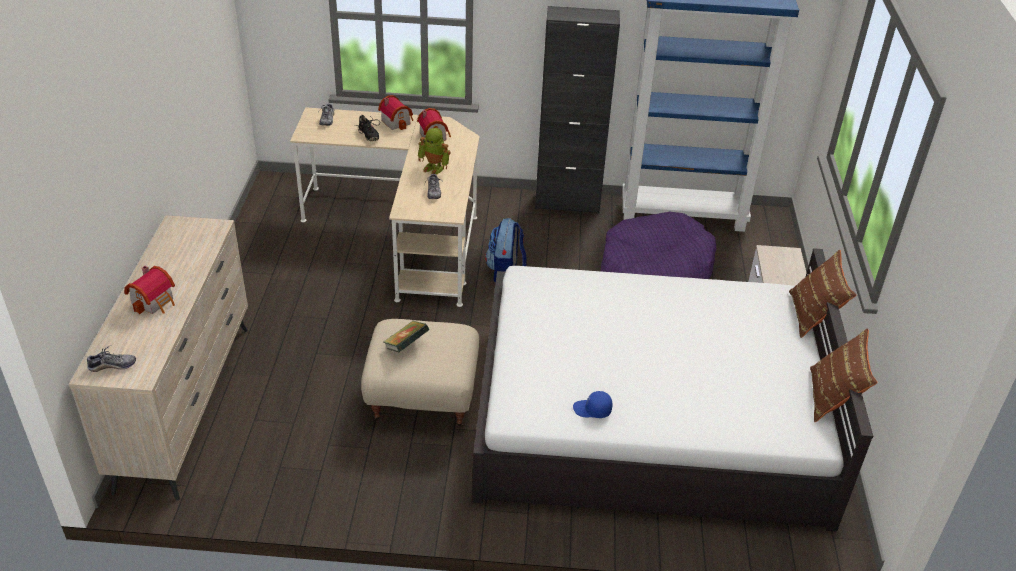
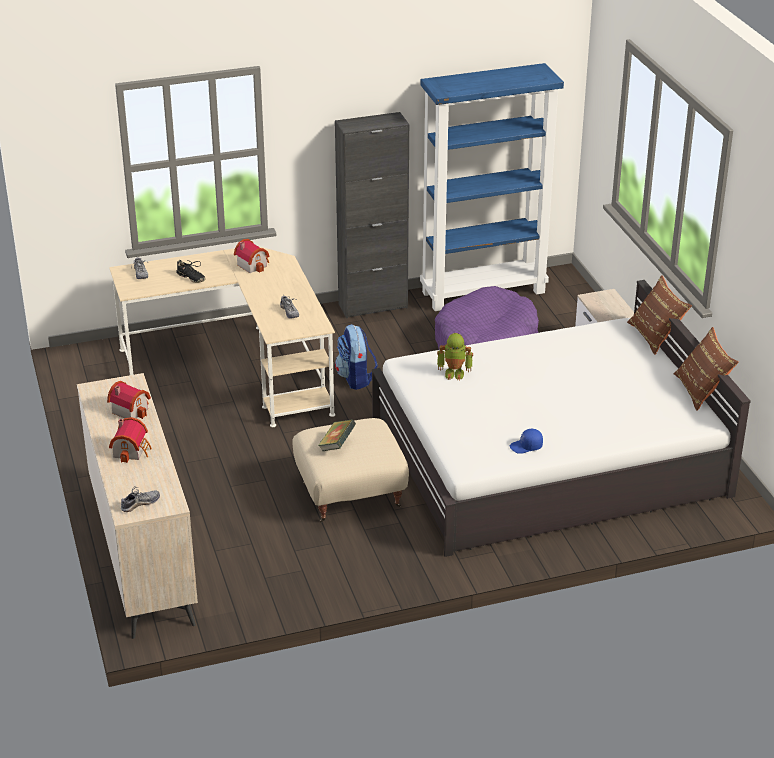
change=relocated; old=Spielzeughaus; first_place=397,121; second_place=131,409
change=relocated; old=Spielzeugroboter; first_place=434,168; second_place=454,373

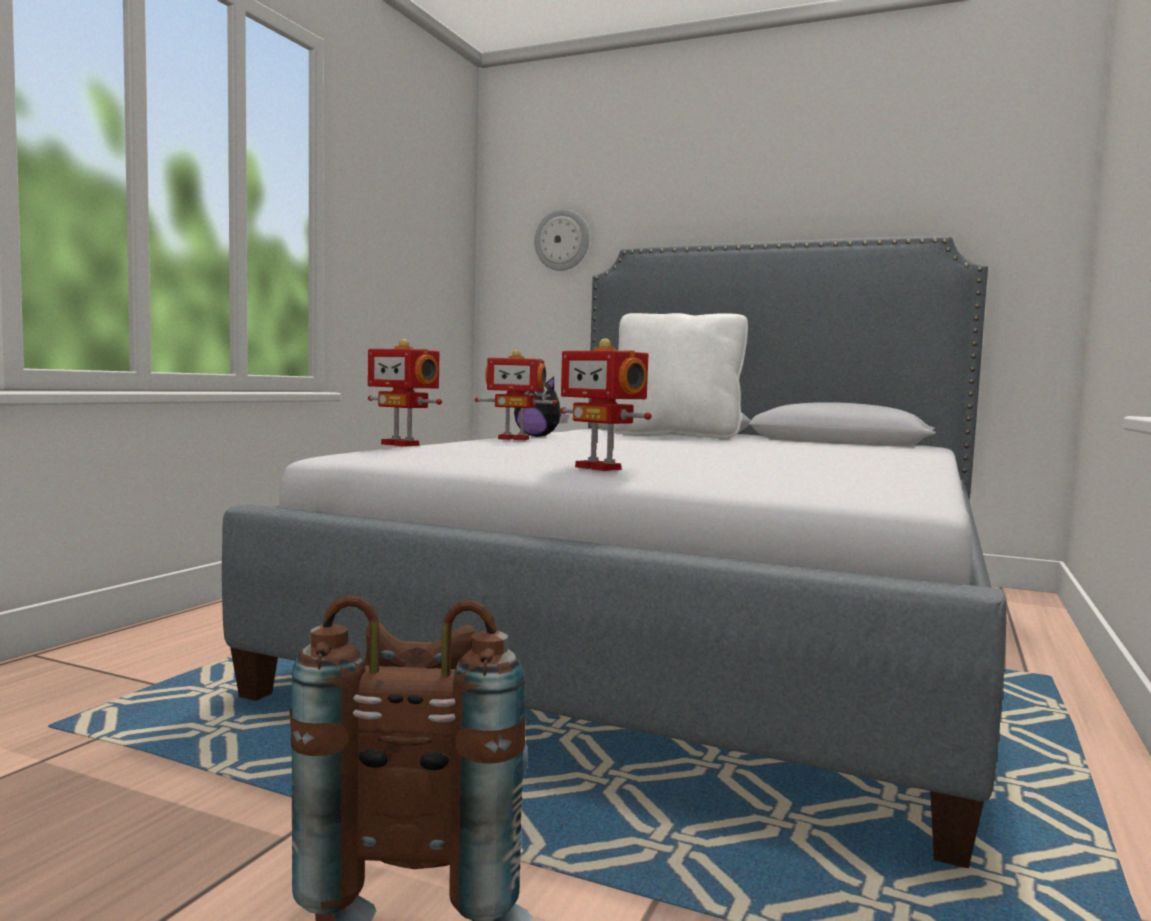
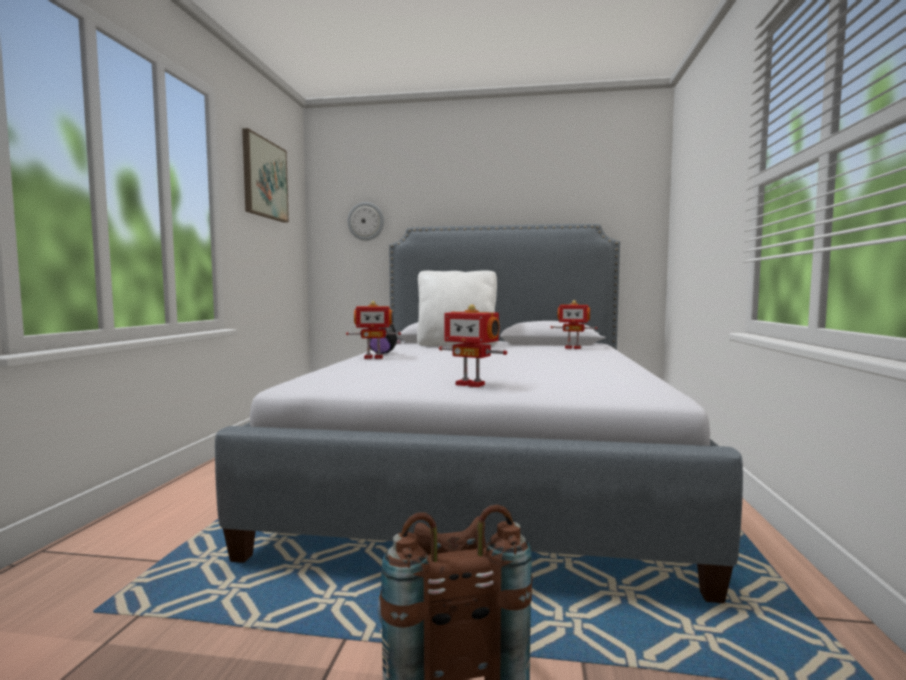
change=appeared; new=Bild; second_place=264,179
change=relocated; old=Spielzeugroboter; first_place=402,444; second_place=573,348

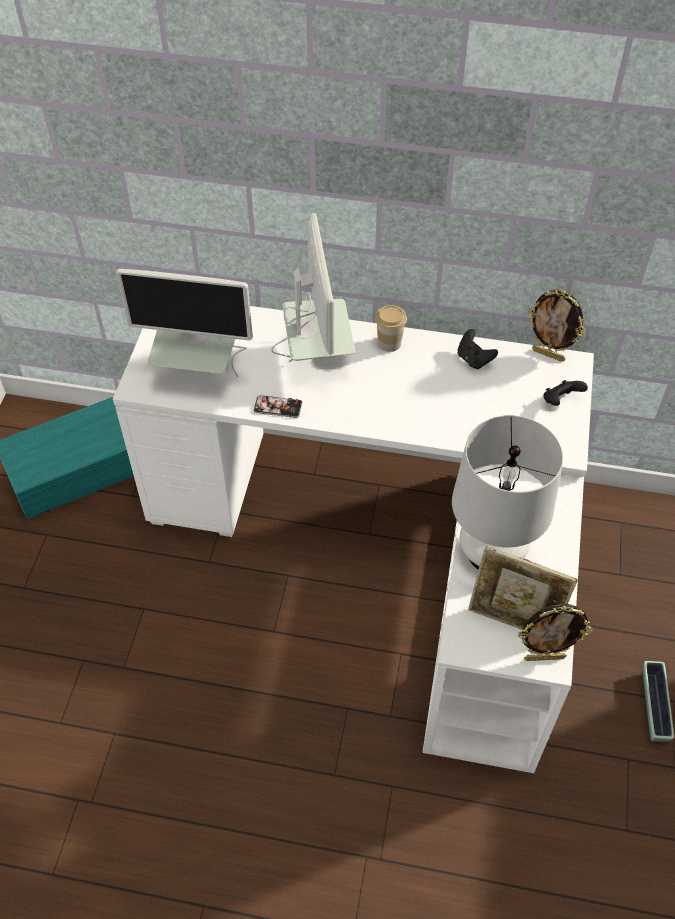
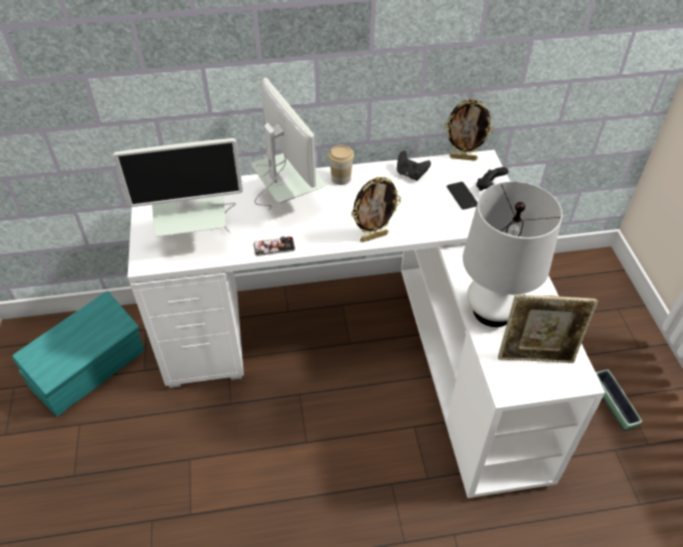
change=appeared; new=Handy; second_place=462,196
change=relocated; old=Bilderrahmen; first_place=544,657; second_place=373,237

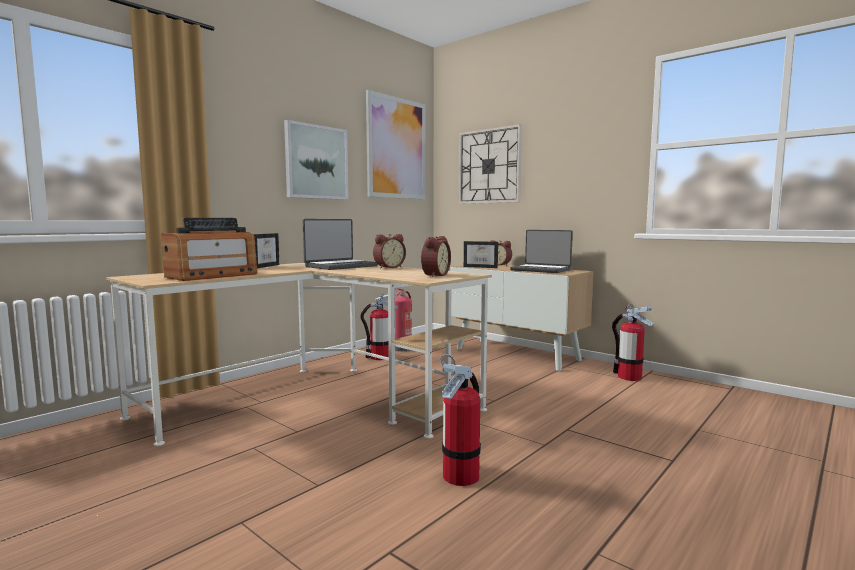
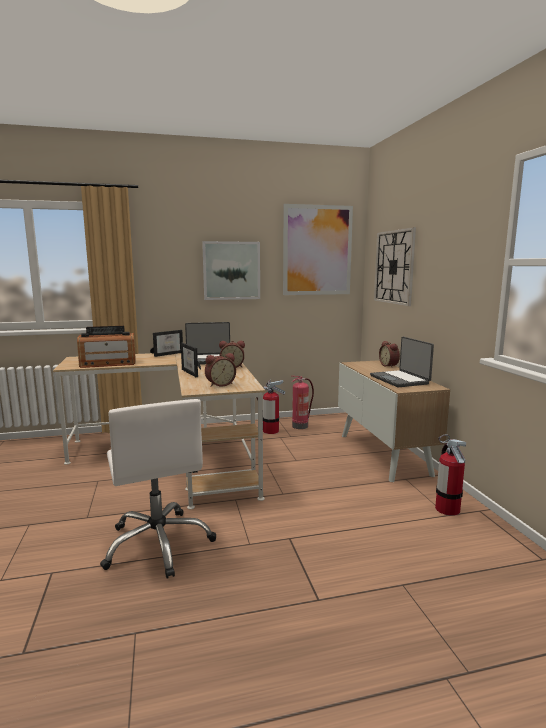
change=relocated; old=Bilderrahmen; first_place=482,267; second_place=193,373
change=exchanged; old=Feuerlöscher; new=Bürostuhl (weiß); first_place=461,476; second_place=159,544

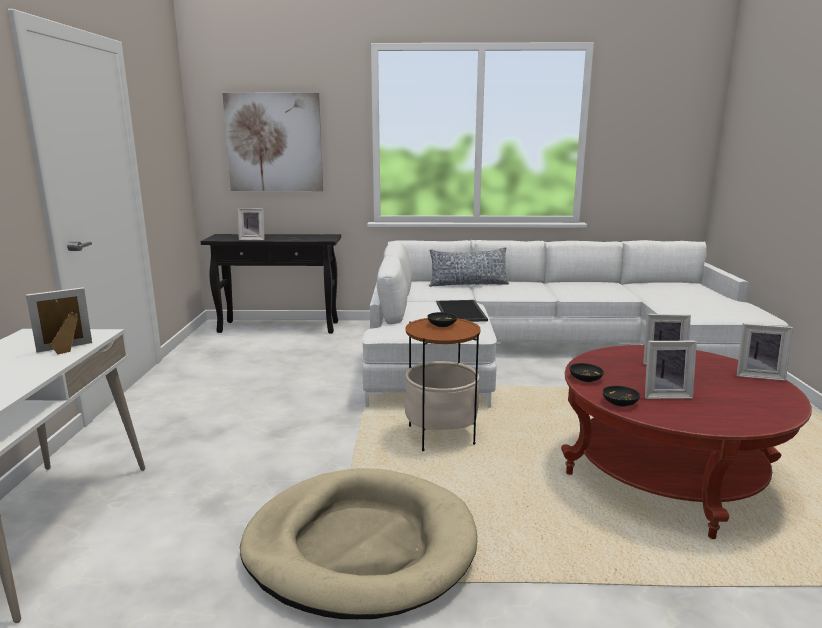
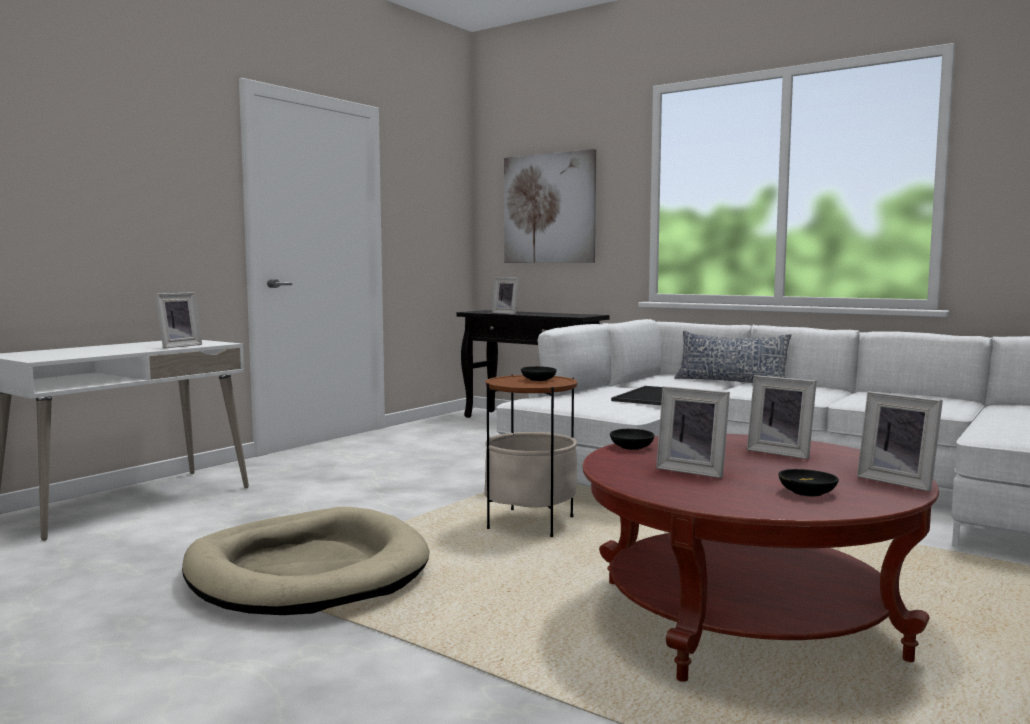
change=relocated; old=Schüssel (schwarz); first_place=619,402; second_place=807,492
change=spun; old=Bilderrahmen; first_place=66,349; second_place=177,346; degrees=120

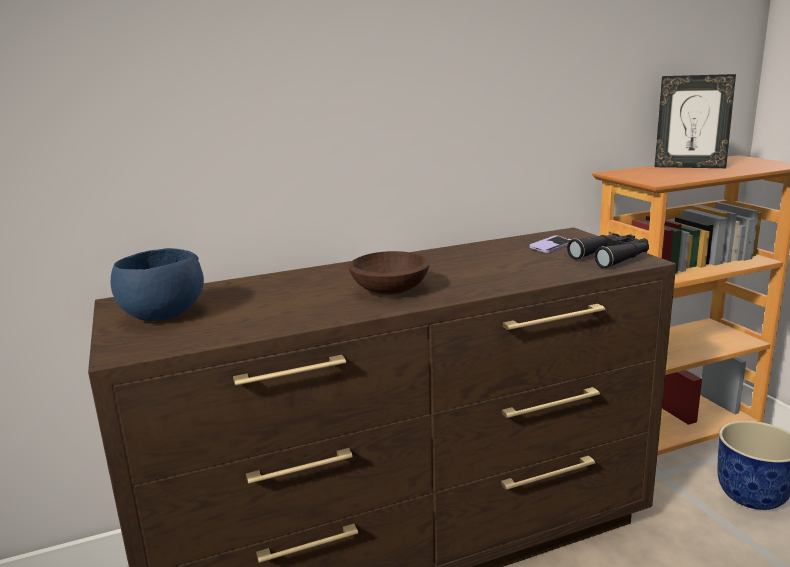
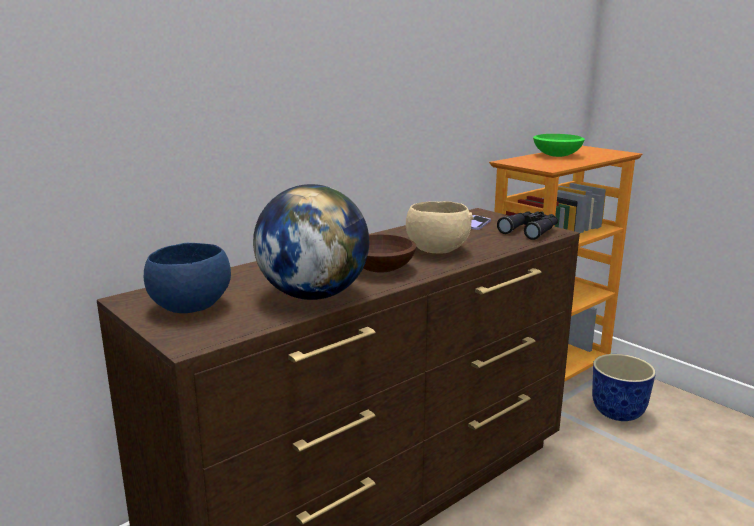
change=appeared; new=Globus; second_place=313,295
change=appeared; new=Schüssel (beige); second_place=436,250
change=exchanged; old=Bilderrahmen; new=Schüssel (grün); first_place=689,166; second_place=557,155

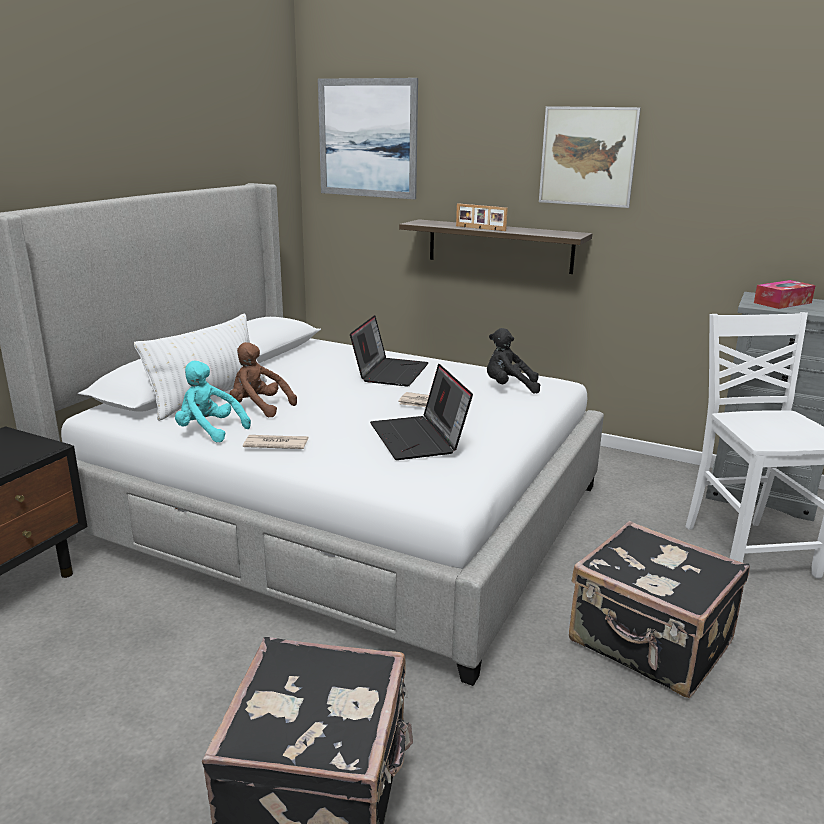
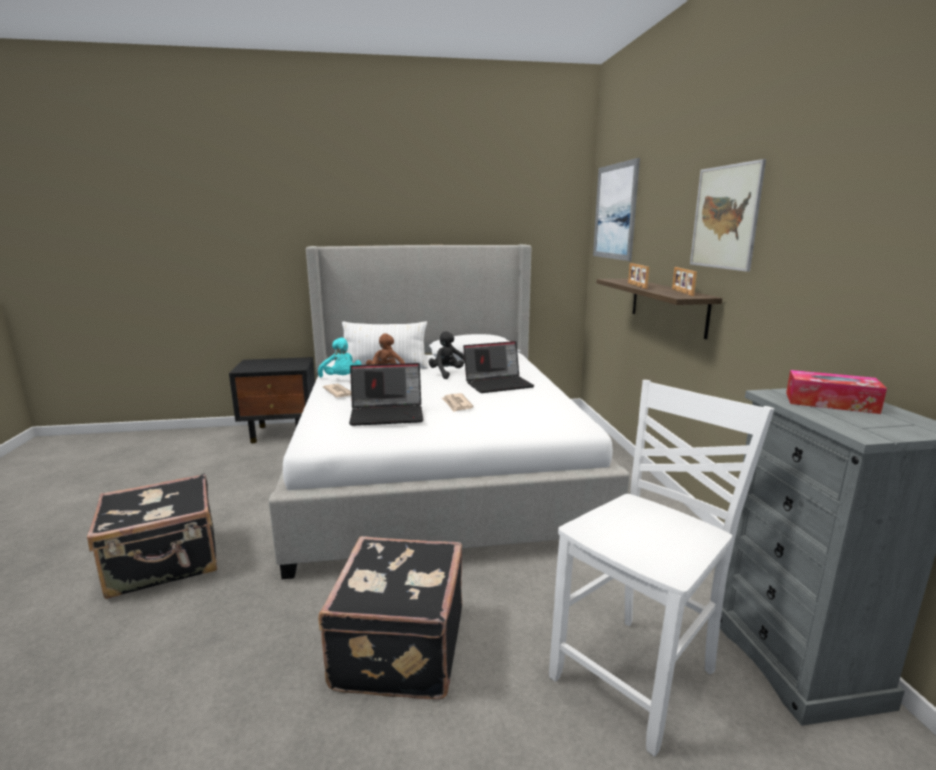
change=appeared; new=Bilderrahmen; second_place=681,292
change=relocated; old=Plüschtier (schwarz); first_place=509,387; second_place=448,374
change=spun; old=Plüschtier (türkis); first_place=209,431; second_place=341,379; degrees=150
change=spun; old=Laptop; first_place=419,439; second_place=388,414; degrees=-135

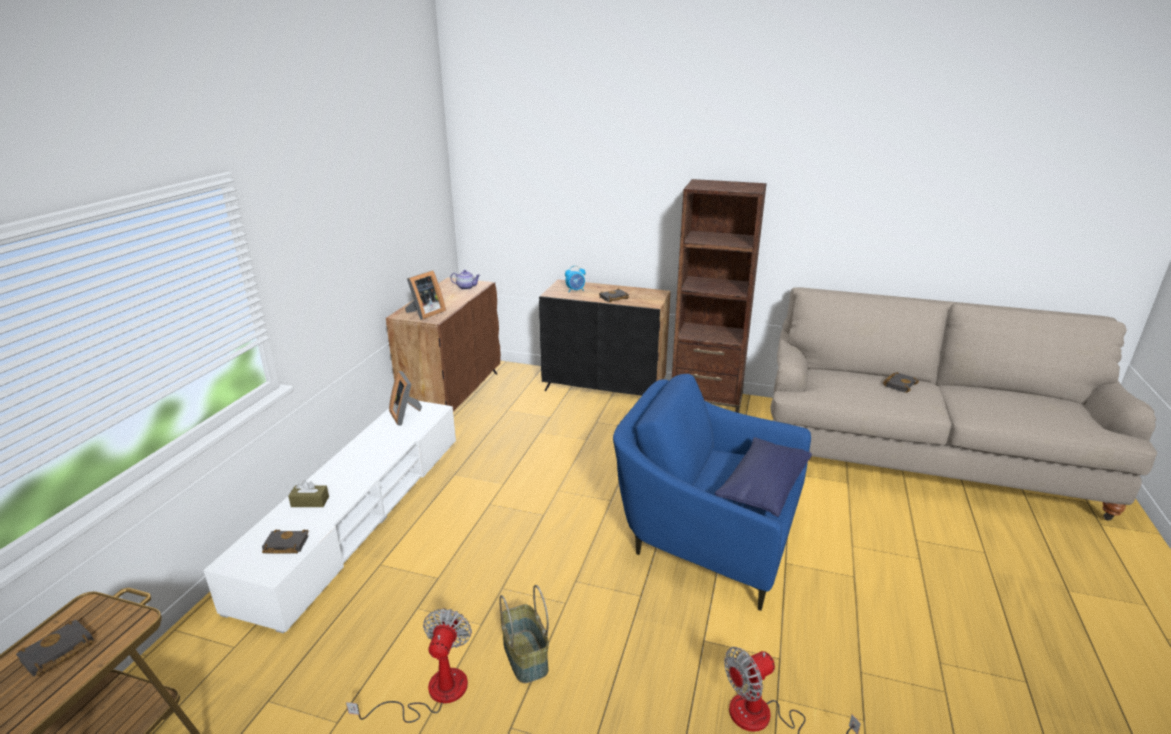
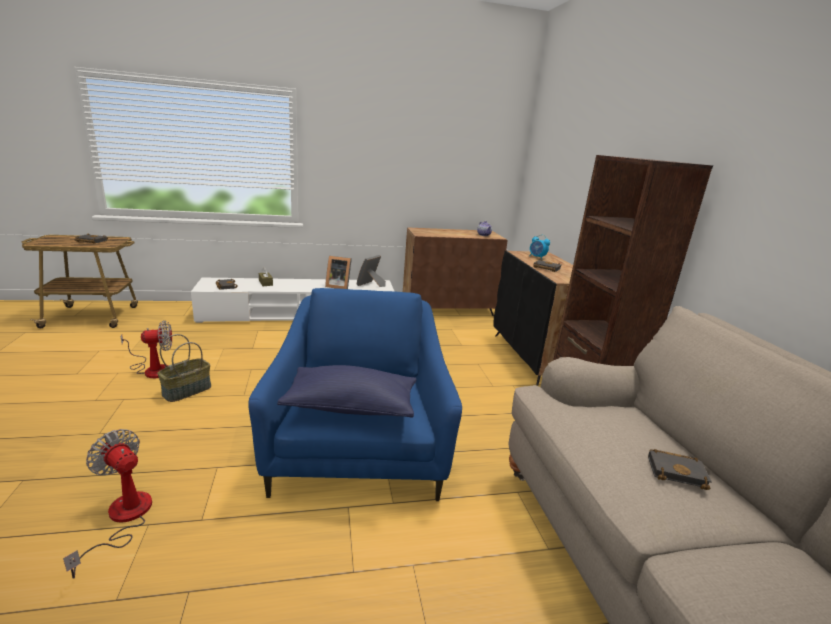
change=relocated; old=Bilderrahmen; first_place=425,313; second_place=338,286

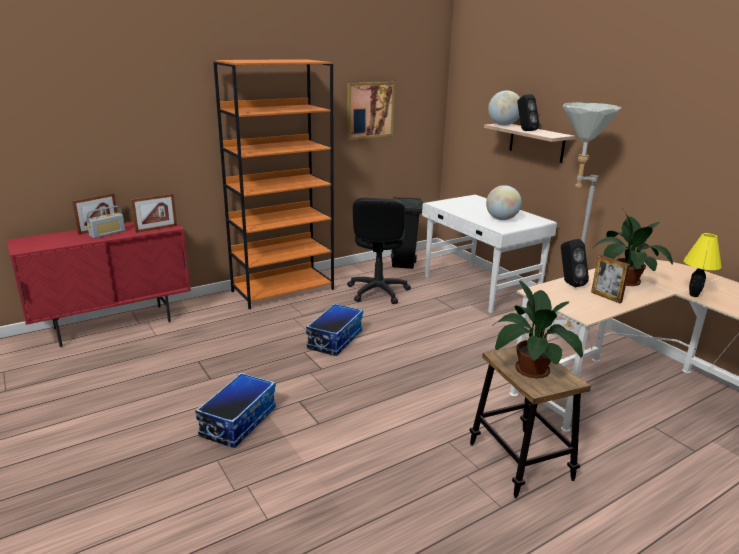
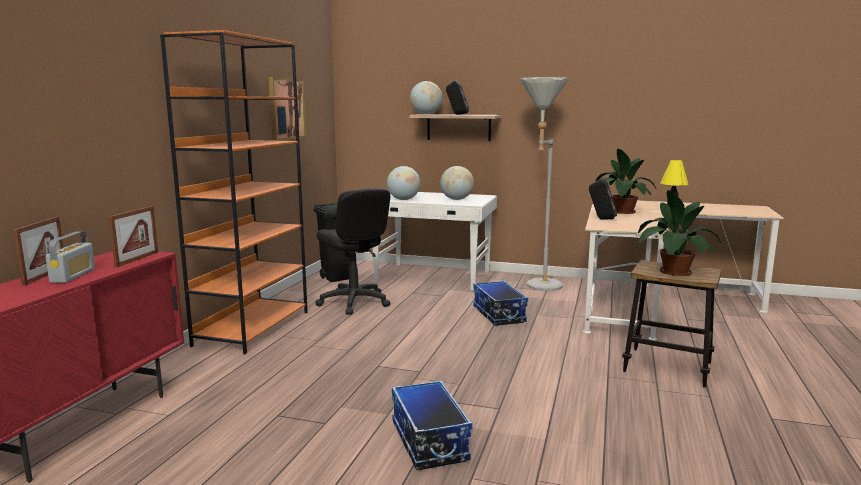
change=missing; old=Bilderrahmen; first_place=606,297
change=appeared; new=Globus; second_place=403,199
change=relocated; old=Aufbewahrungsbox; first_place=334,340; second_place=498,314

